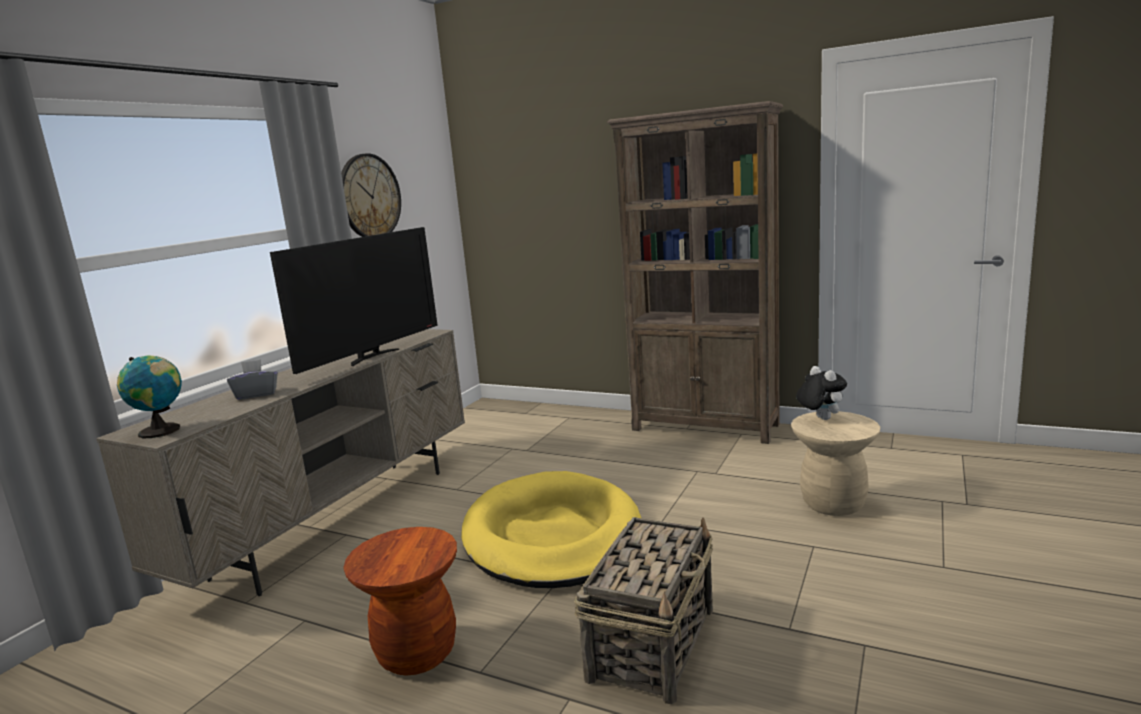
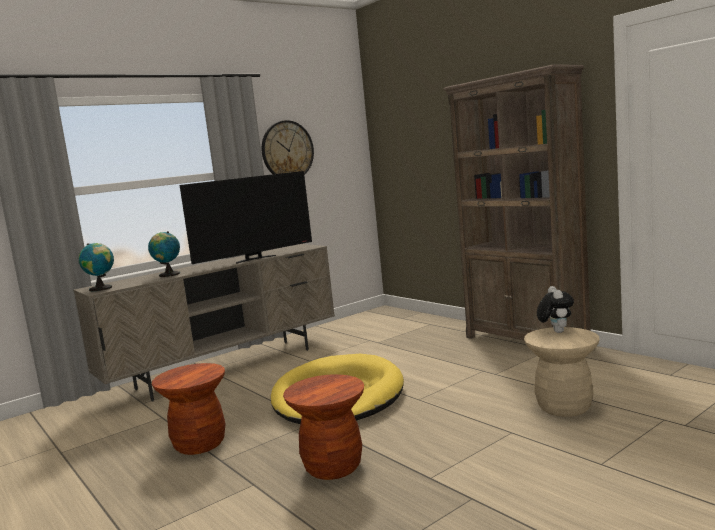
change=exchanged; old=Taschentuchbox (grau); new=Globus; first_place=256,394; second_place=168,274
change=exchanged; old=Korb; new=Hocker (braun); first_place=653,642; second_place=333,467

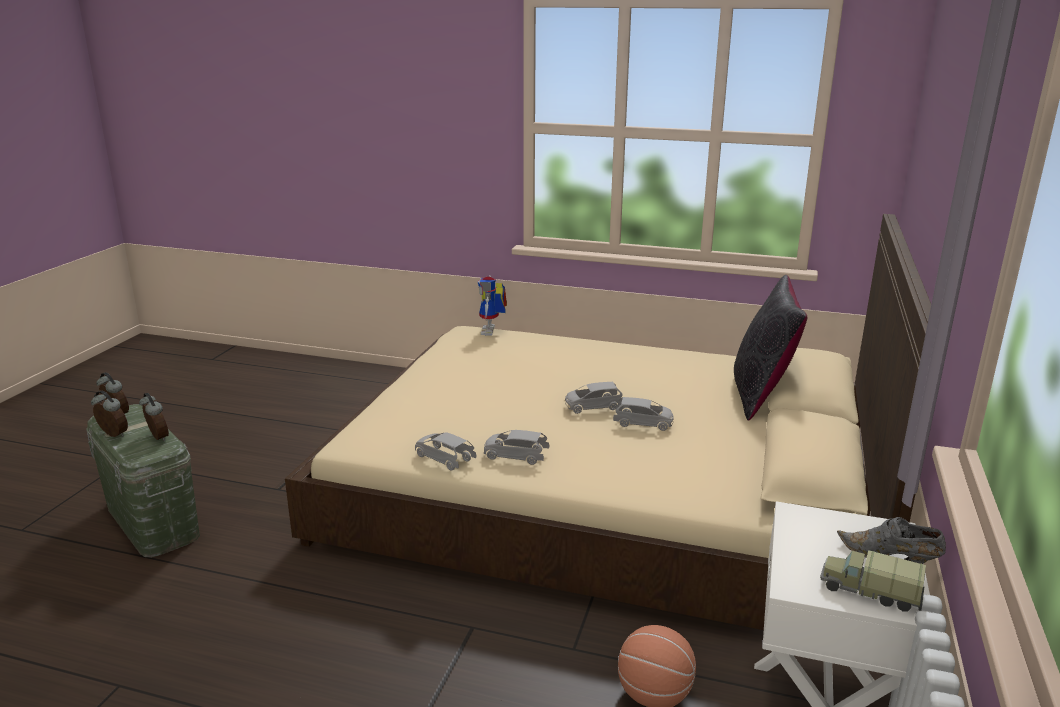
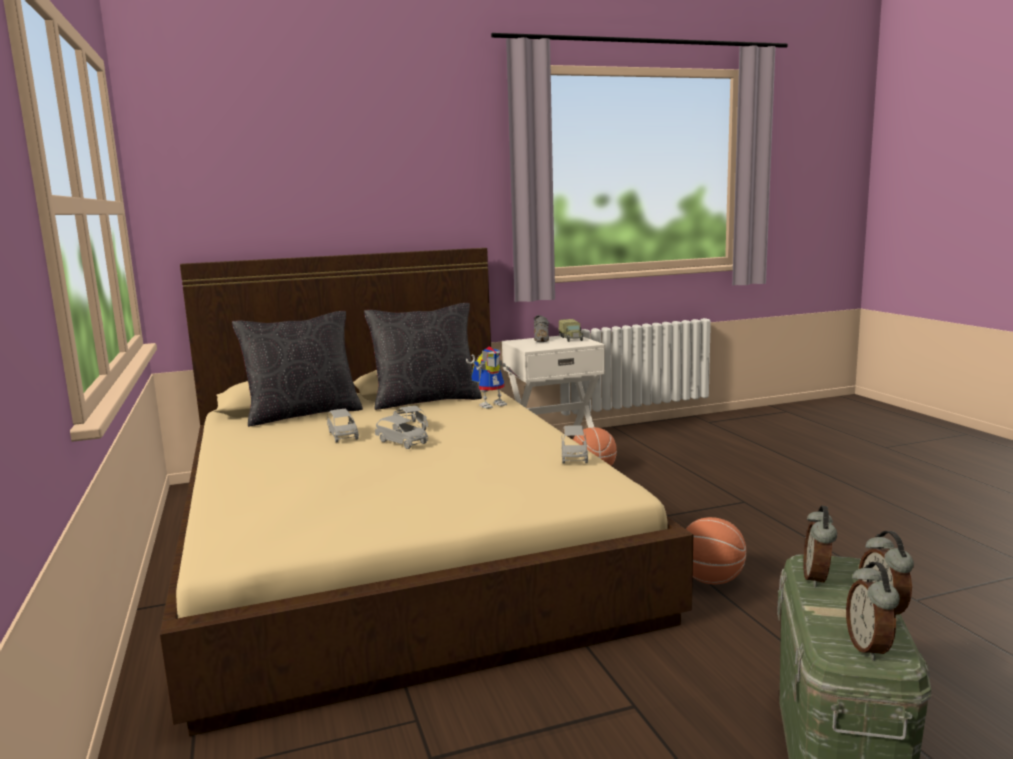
change=appeared; new=Kissen (schwarz); second_place=426,400
change=appeared; new=Basketball; second_place=711,579
change=relocated; old=Spielzeugroboter; first_place=491,332; second_place=493,404
change=relocated; old=Spielzeugauto (grau); first_place=515,456; second_place=343,435

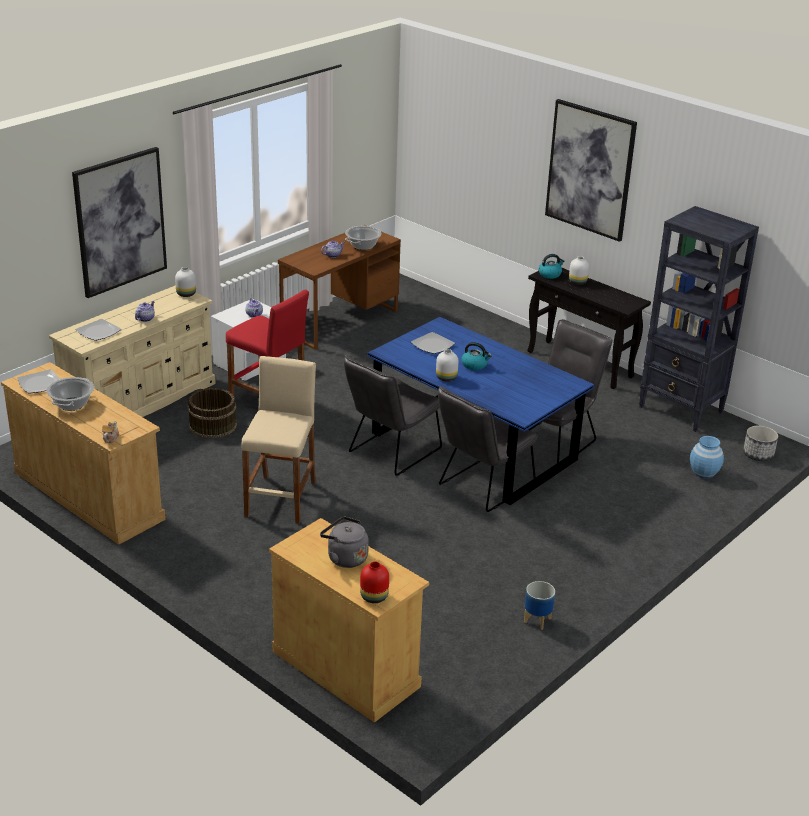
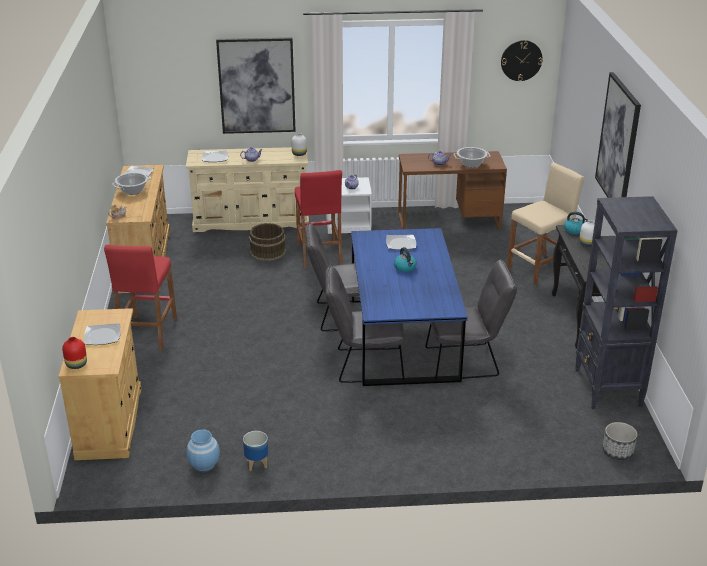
change=missing; old=Vase (weiß); first_place=445,378
change=appeared; new=Hocker (rot); second_place=148,333
change=appeared; new=Wanduhr; second_place=521,60
change=relocated; old=Hocker (beige); first_place=281,499; second_place=540,268
change=relocated; old=Vase (blau); first_place=704,472; second_place=204,465
change=exchanged; old=Wasserkessel (grau); new=Teller; first_place=345,557; second_place=102,336

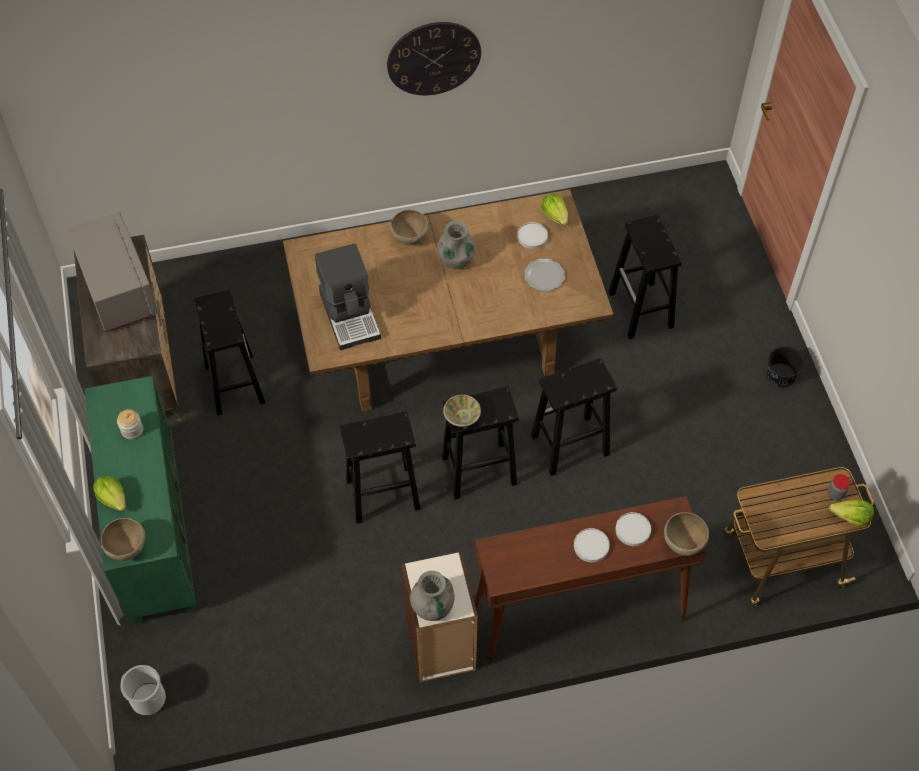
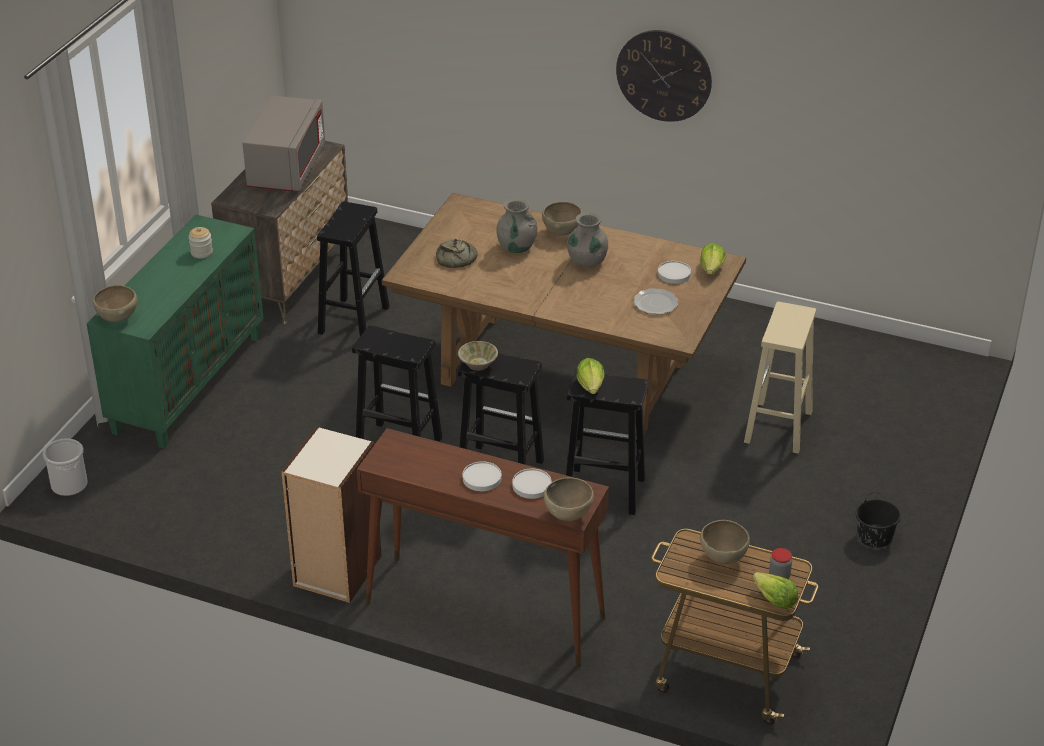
change=appeared; new=Schüssel (braun); second_place=722,558
change=relocated; old=Salatkopf; first_place=113,498; second_place=591,386
change=relocated; old=Vase (grau); first_place=432,606; second_place=516,247
change=exchanged; old=Kaffeemaschine; new=Brot; first_place=350,315; second_place=456,259
change=colour; old=Hocker (schwarz); new=Hocker (beige); first_place=641,310; second_place=778,428

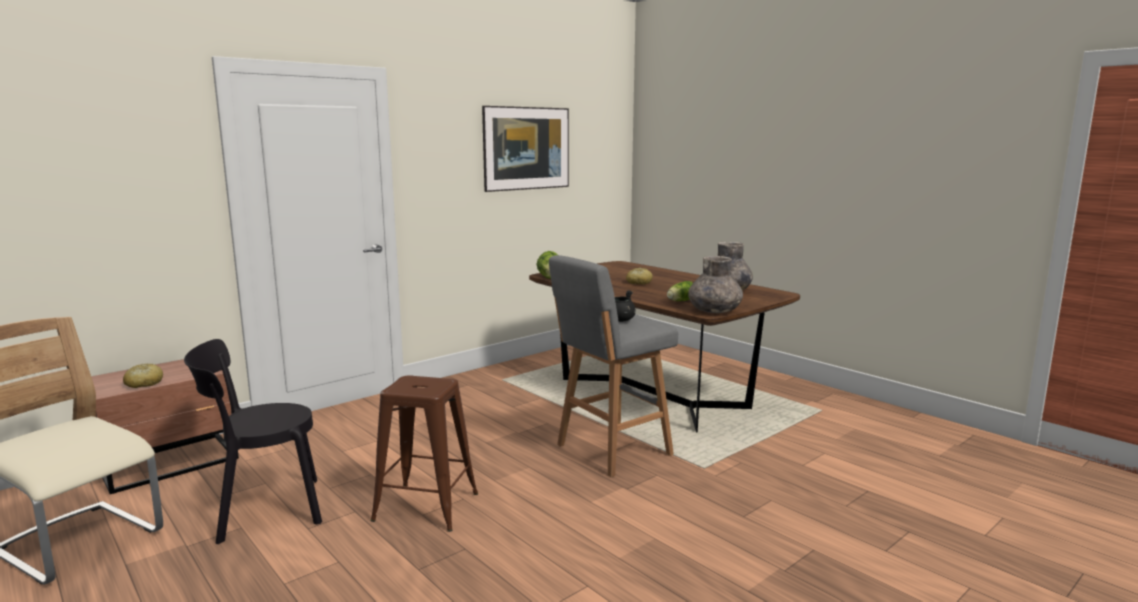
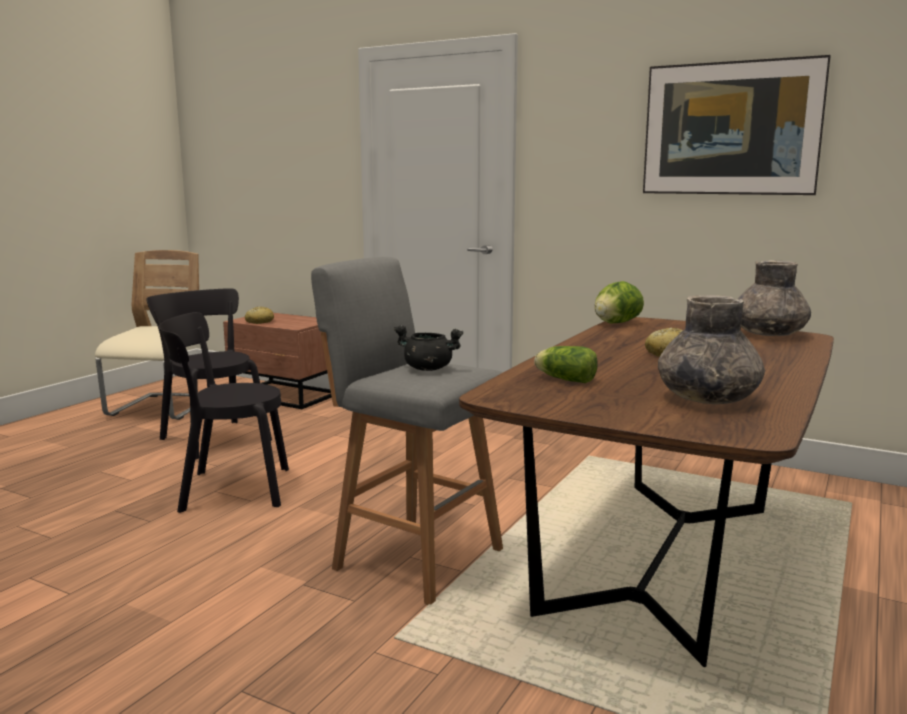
change=relocated; old=Vase (grau); first_place=714,311; second_place=768,334
change=exchanged; old=Hocker (braun); new=Stuhl (schwarz); first_place=427,507; second_place=229,489

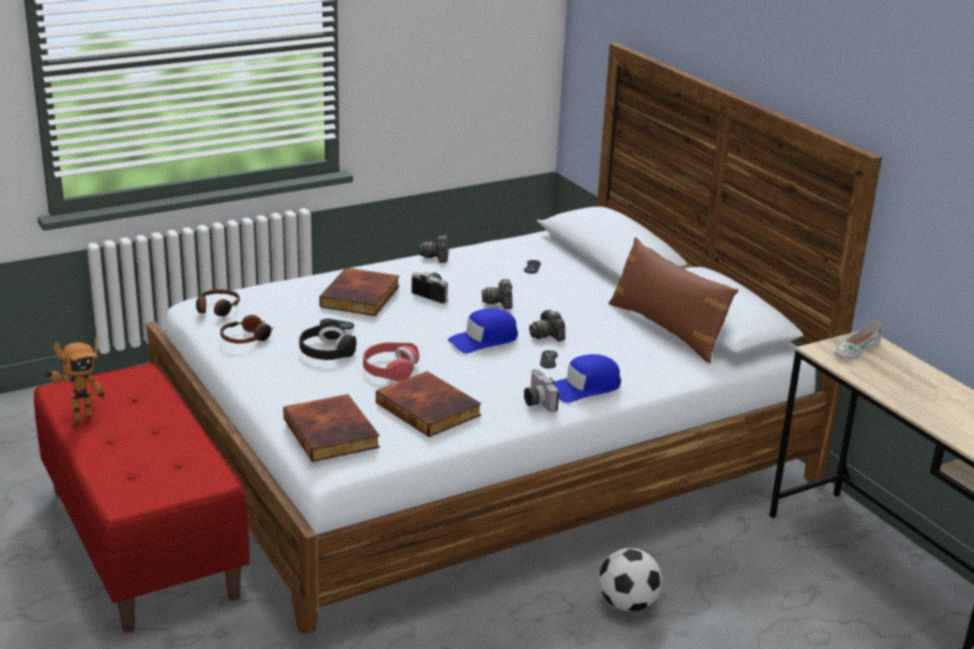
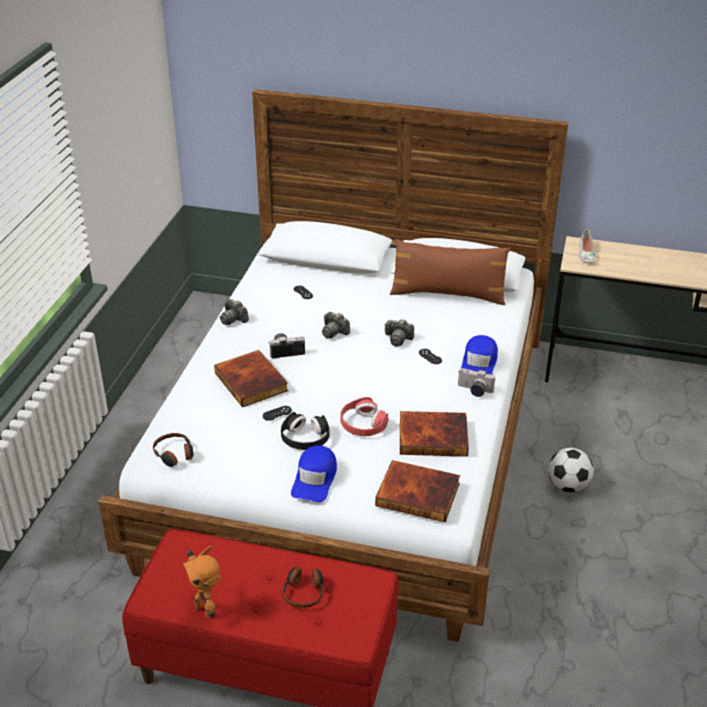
change=relocated; old=Kopfhörer; first_place=247,338; second_place=304,591
change=relocated; old=Kappe (blau); first_place=484,340; second_place=315,479
change=spun; old=Spielzeugroboter; first_place=79,418; second_place=206,609; degrees=150

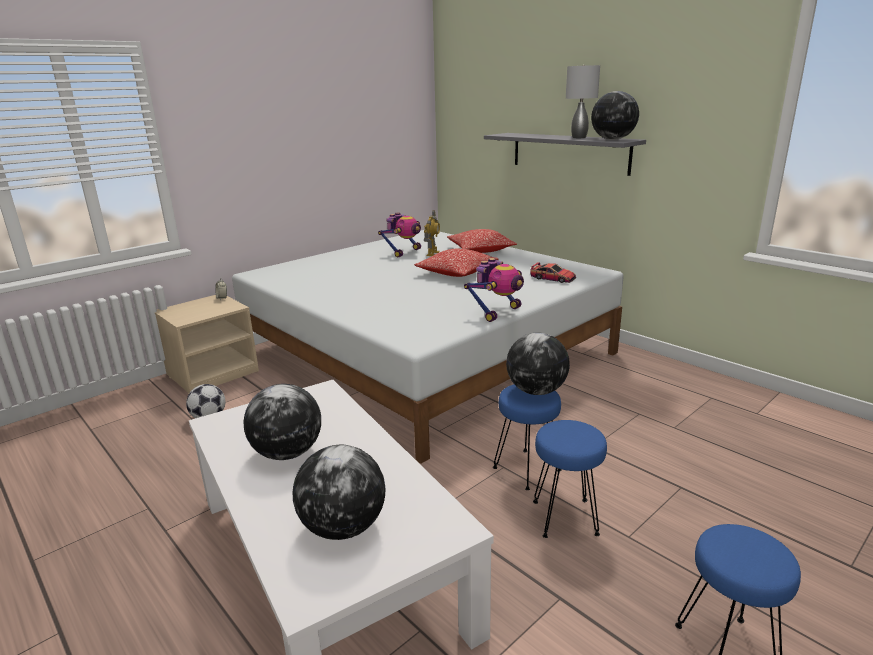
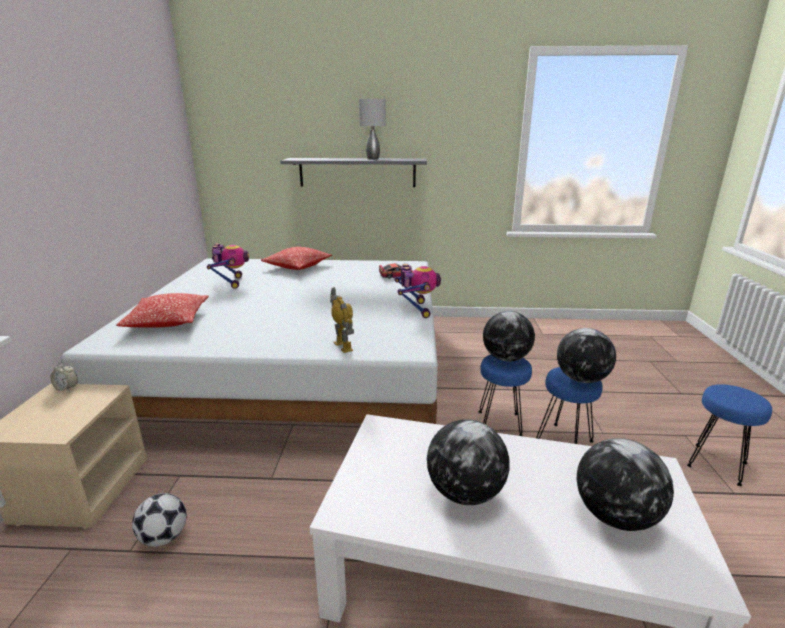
change=relocated; old=Kissen; first_place=456,273; second_place=168,321
change=relocated; old=Spielzeugroboter; first_place=432,253; second_place=343,346
change=relocated; old=Globus; first_place=612,139; second_place=581,379

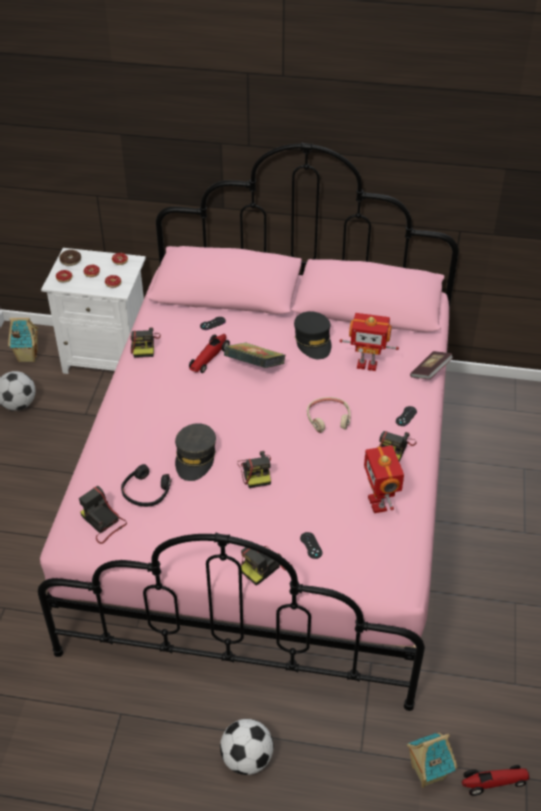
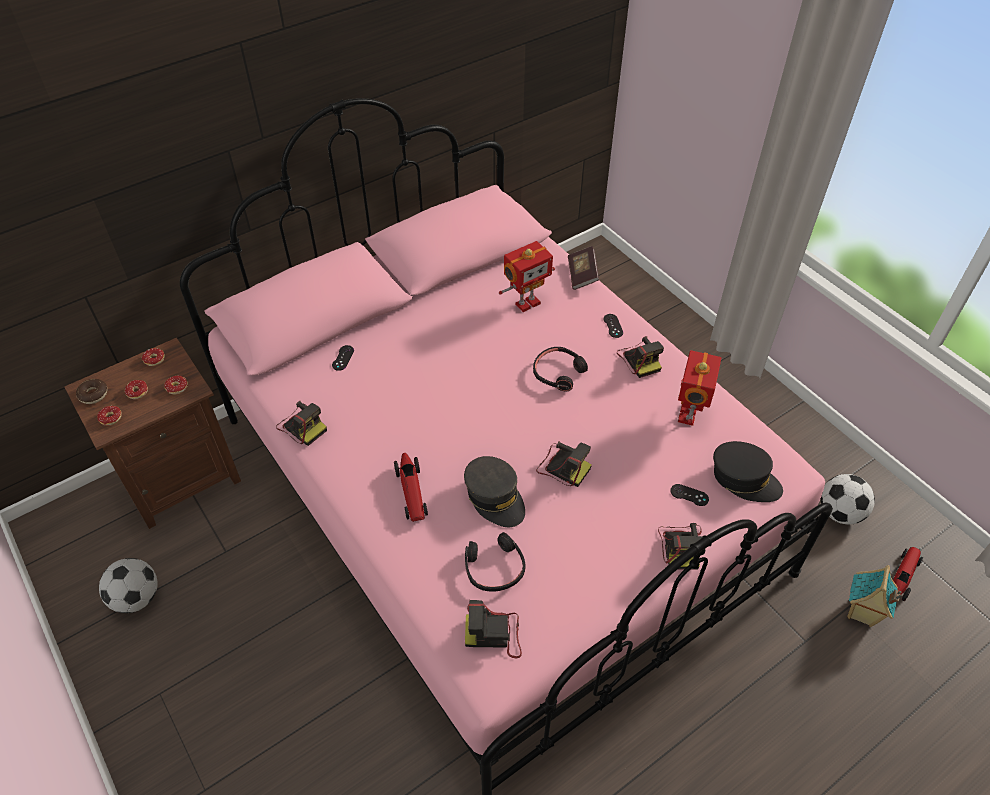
change=missing; old=Spielzeughaus; first_place=27,356
change=missing; old=Buch; first_place=255,367
change=relocated; old=Spielzeugauto; first_place=209,358; second_place=411,491
change=relocated; old=Fußball; first_place=247,759; second_place=839,512
change=relocated; old=Kappe (schwarz); first_place=313,341; second_place=744,479
change=colour; old=Nachttisch (weiß); new=Nachttisch (braun); first_place=107,357; second_place=180,478
change=colour; old=Kopfhörer (beige); new=Kopfhörer (schwarz); first_place=328,419; second_place=558,373
change=spun; old=Spielzeugroboter; first_place=379,503; second_place=689,415; degrees=75

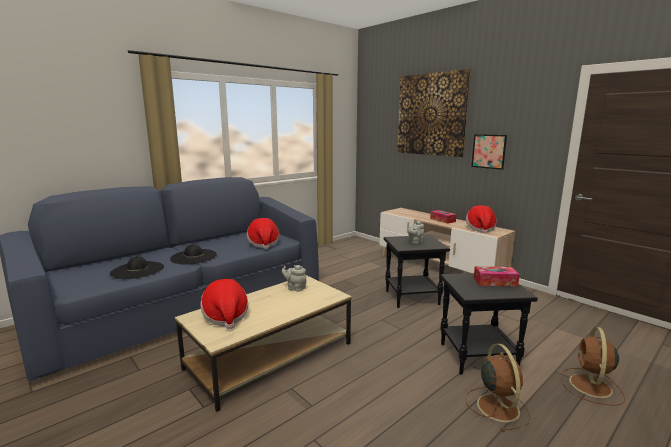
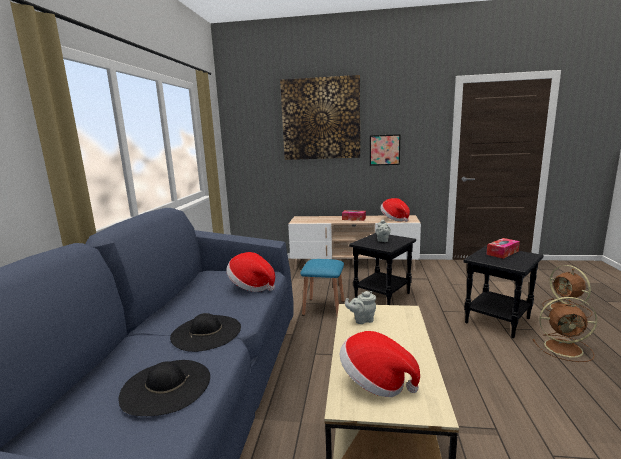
change=appeared; new=Hocker (blau); second_place=324,308
change=spun; old=Ventilator (braun); first_place=497,406; second_place=565,348; degrees=150

